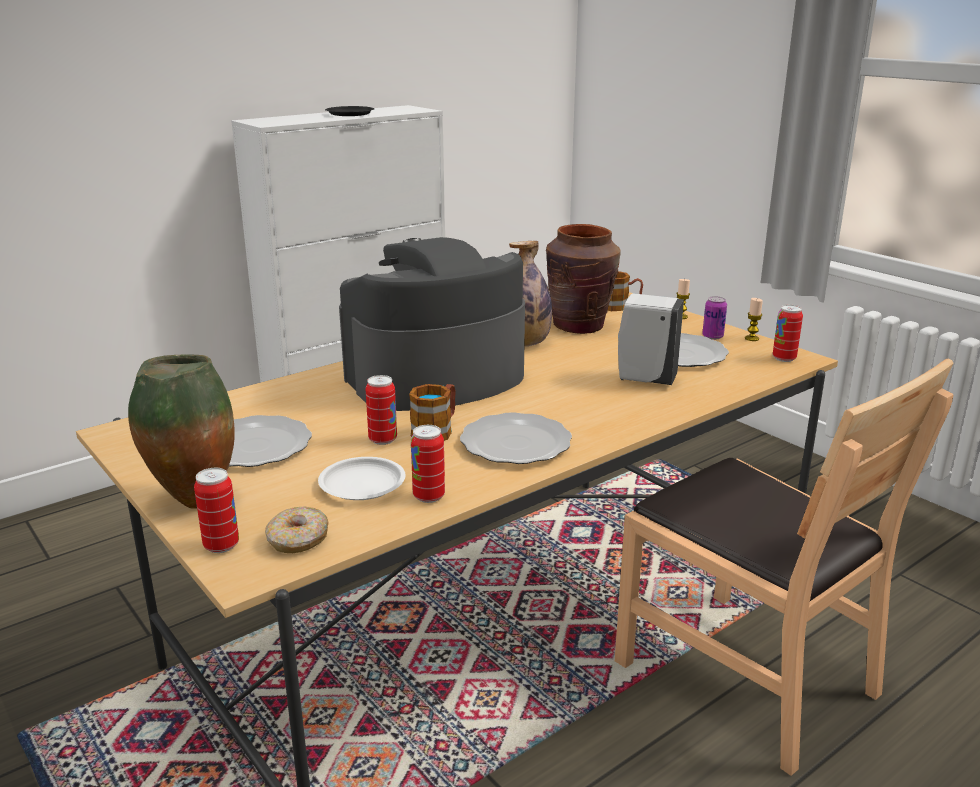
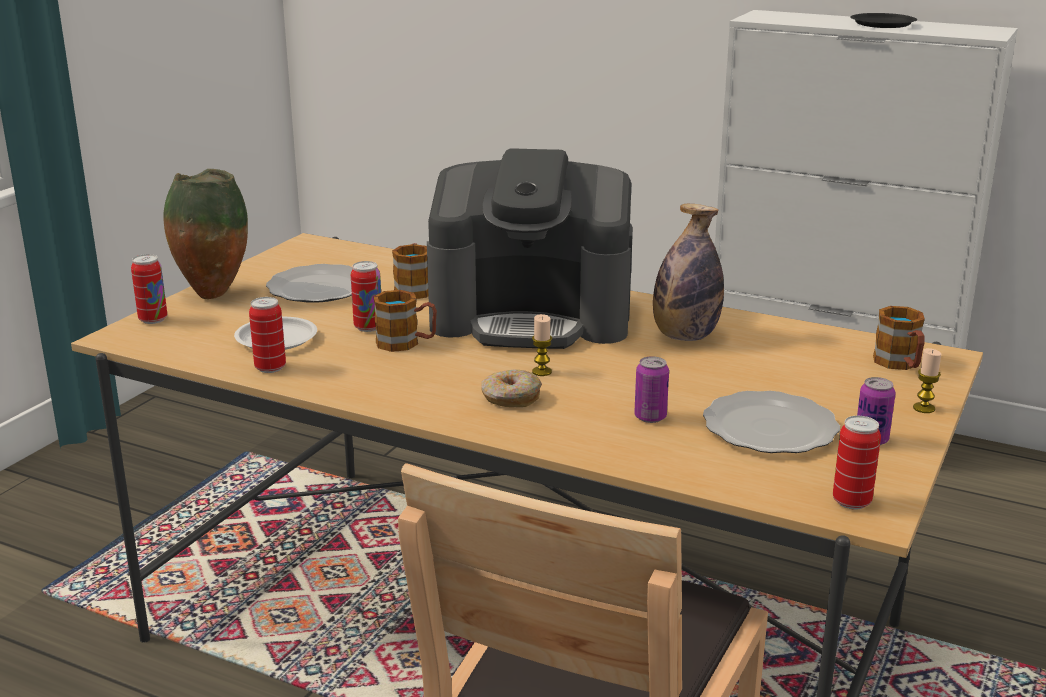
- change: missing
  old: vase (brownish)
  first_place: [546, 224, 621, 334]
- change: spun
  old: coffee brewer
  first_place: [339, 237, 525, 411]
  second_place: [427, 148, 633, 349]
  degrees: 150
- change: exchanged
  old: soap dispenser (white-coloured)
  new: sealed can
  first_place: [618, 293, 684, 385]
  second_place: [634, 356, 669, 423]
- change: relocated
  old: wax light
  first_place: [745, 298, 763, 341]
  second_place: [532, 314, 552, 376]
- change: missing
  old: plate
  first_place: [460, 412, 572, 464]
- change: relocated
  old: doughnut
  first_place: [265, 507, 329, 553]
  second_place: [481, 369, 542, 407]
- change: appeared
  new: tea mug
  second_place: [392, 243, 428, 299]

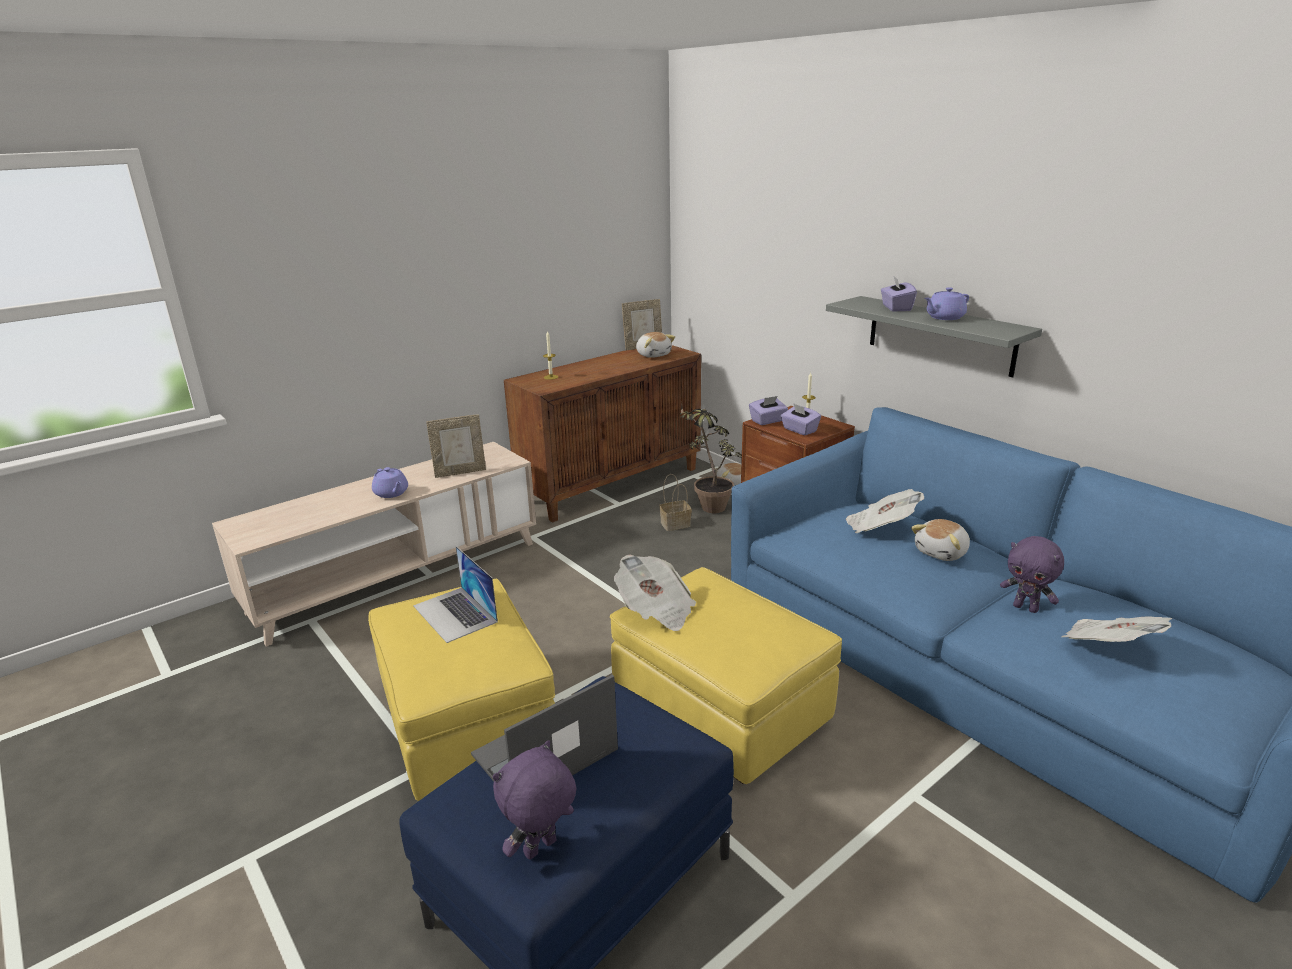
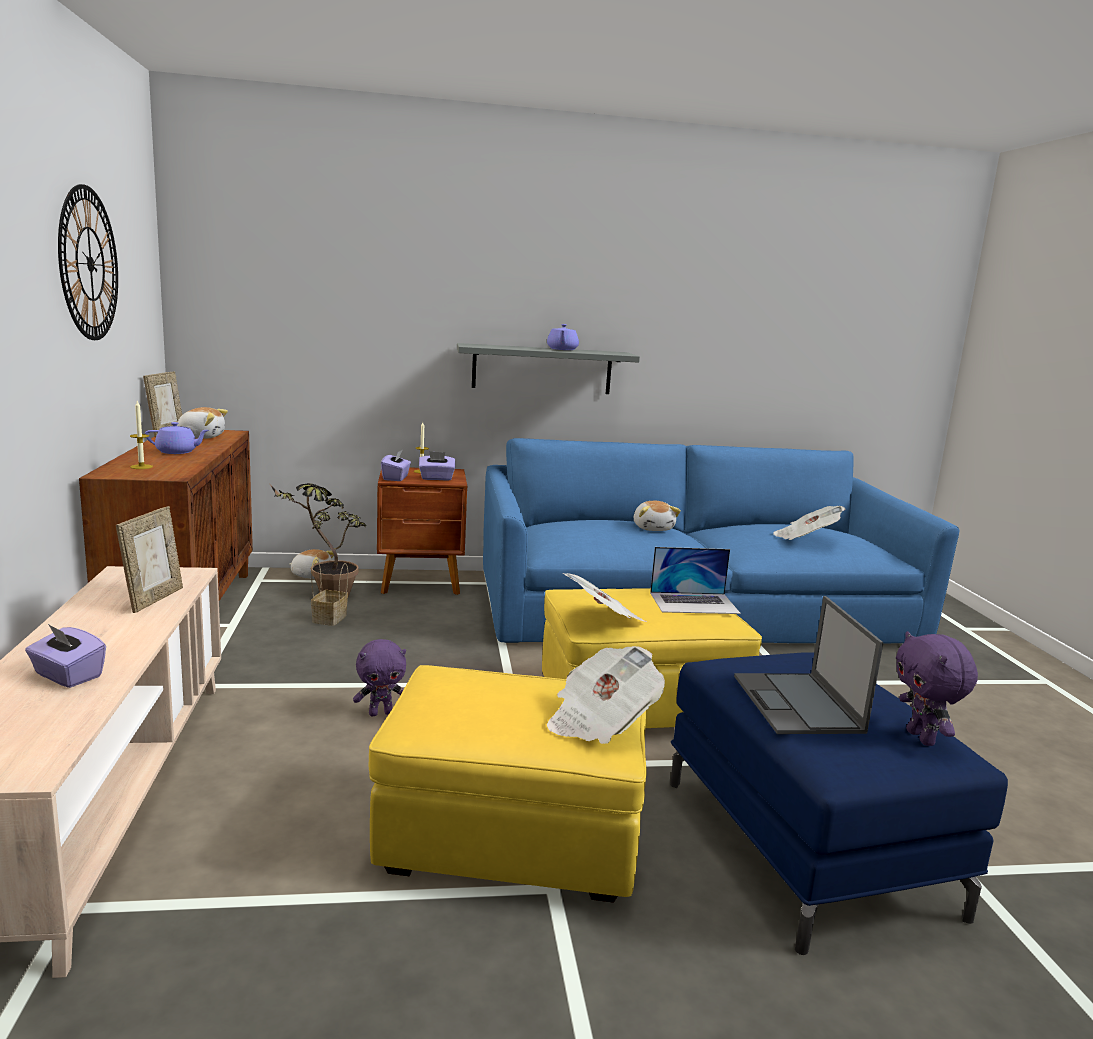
- change: relocated
  old: tissue holder (purple)
  first_place: [881, 277, 917, 311]
  second_place: [25, 624, 106, 688]
- change: relocated
  old: tea pot (purple)
  first_place: [372, 467, 408, 498]
  second_place: [145, 422, 209, 454]
- change: relocated
  old: newspaper
  first_place: [846, 489, 924, 533]
  second_place: [547, 646, 665, 744]
- change: relocated
  old: plush toy (purple)
  first_place: [1000, 536, 1064, 613]
  second_place: [353, 639, 406, 716]
- change: relocated
  old: portable computer
  first_place: [413, 546, 498, 643]
  second_place: [650, 547, 741, 614]
- change: appeared
  new: hanging clock
  second_place: [58, 184, 118, 340]

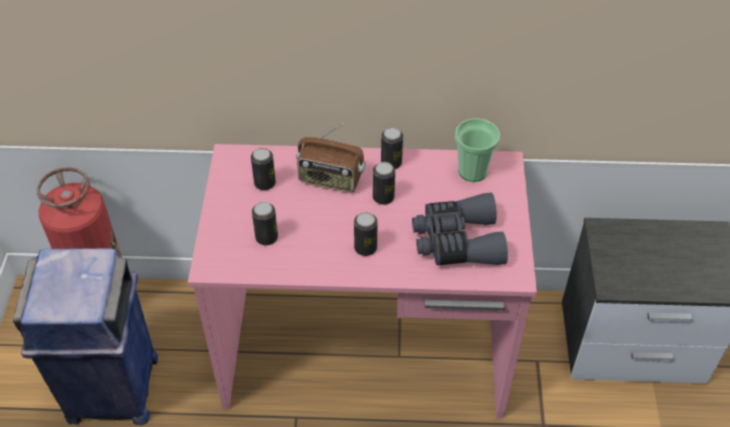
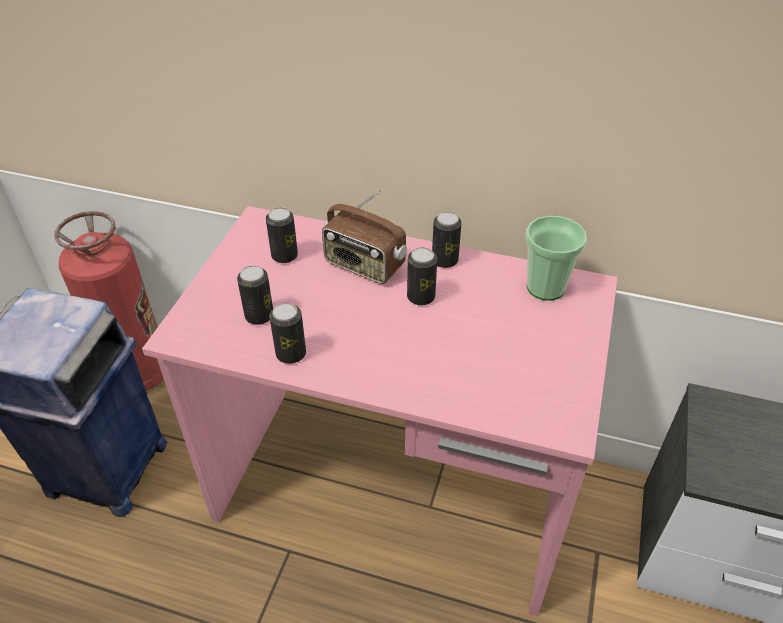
- change: missing
  old: pair of binoculars (grey)
  first_place: [412, 193, 508, 265]
- change: relocated
  old: sealed can
  first_place: [354, 212, 378, 256]
  second_place: [269, 303, 306, 364]

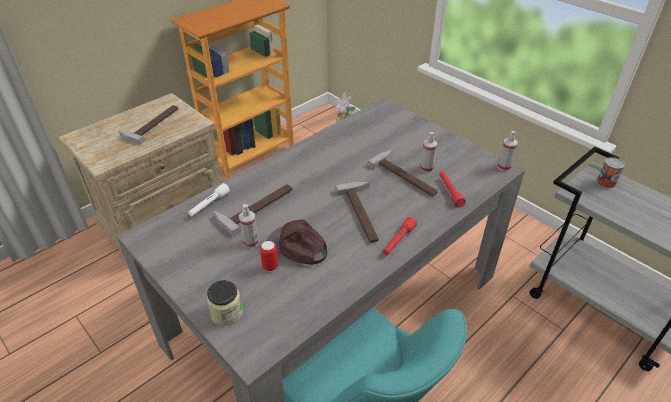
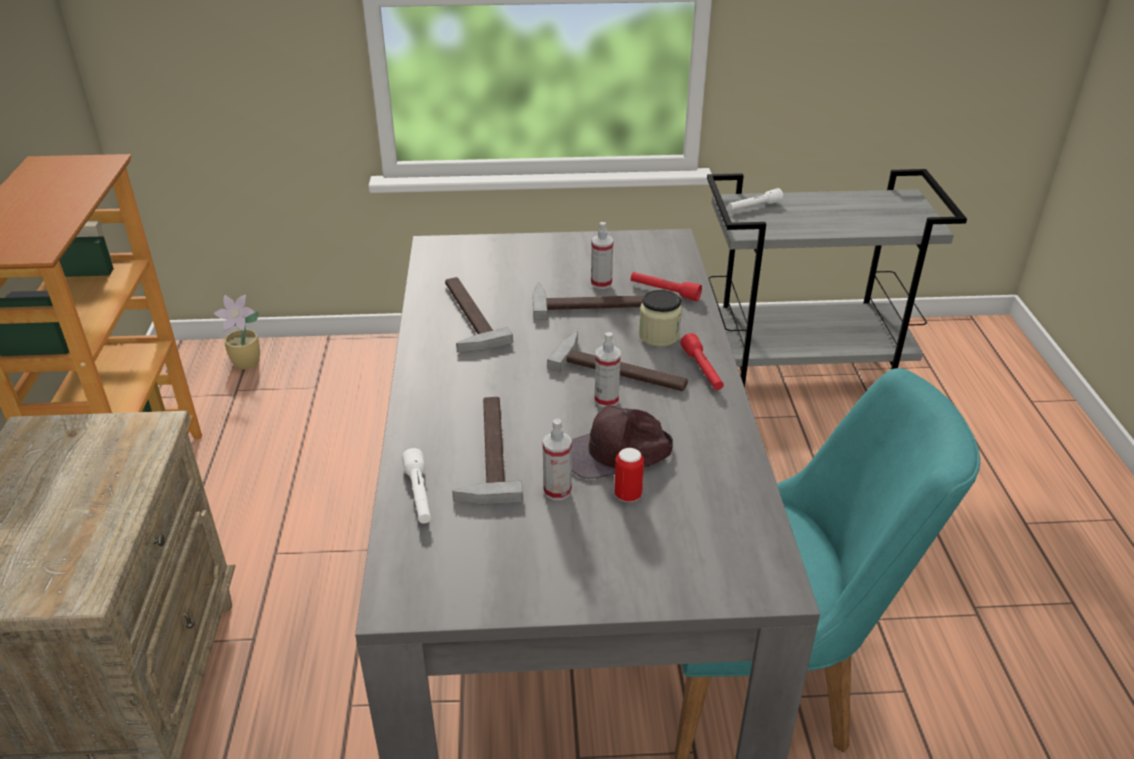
- change: relocated
  old: tool hammer
  first_place: [119, 105, 178, 145]
  second_place: [445, 277, 513, 353]
- change: relocated
  old: hand sprayer
  first_place: [497, 131, 518, 171]
  second_place: [595, 332, 621, 407]
- change: exchanged
  old: sealed can
  new: torch (white-coloured)
  first_place: [597, 157, 625, 188]
  second_place: [728, 188, 783, 211]
- change: relocated
  old: preserve jar
  first_place: [207, 280, 243, 325]
  second_place: [639, 290, 682, 347]

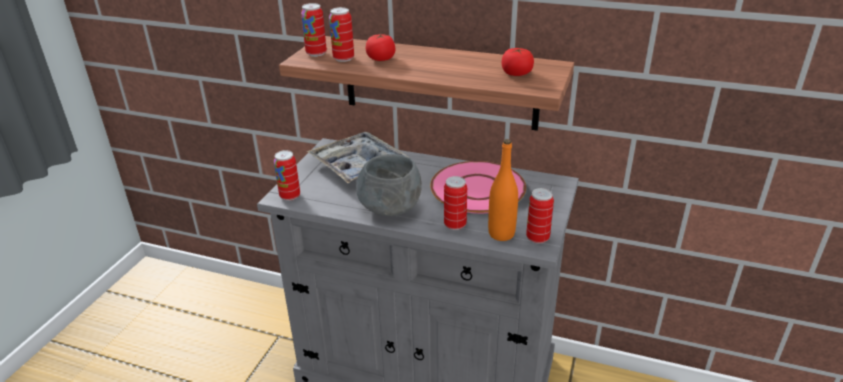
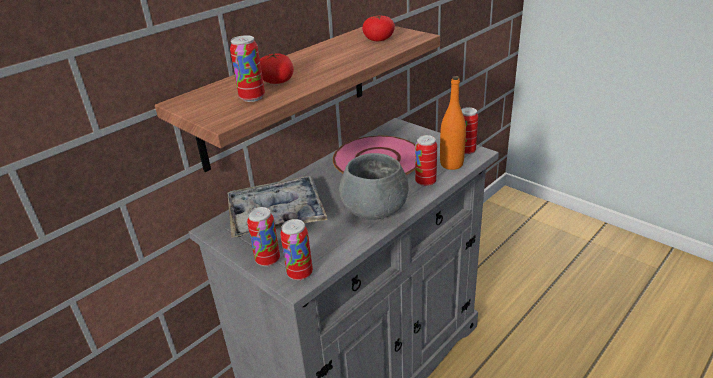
- change: relocated
  old: sealed can
  first_place: [301, 3, 327, 57]
  second_place: [247, 207, 280, 267]

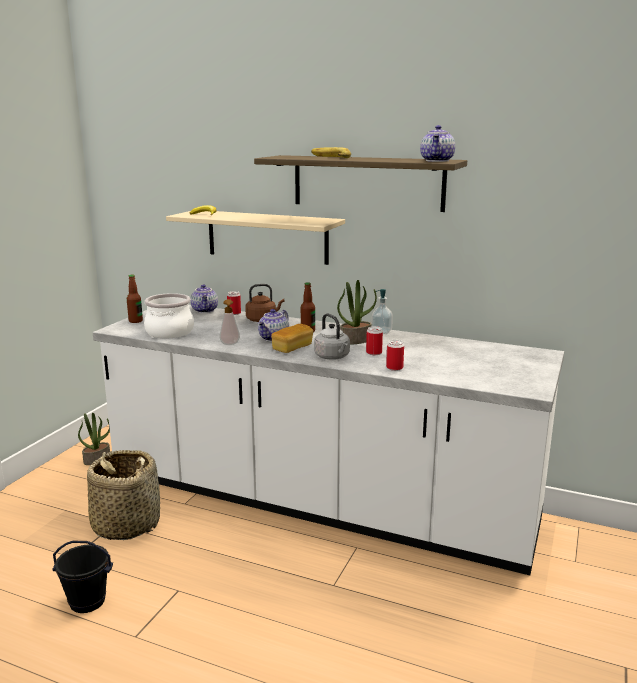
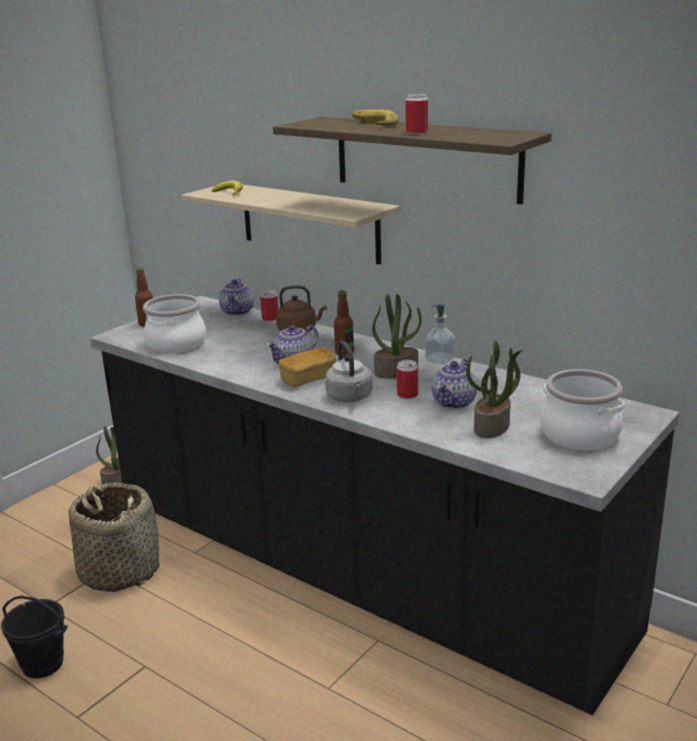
- change: relocated
  old: tea pot
  first_place: [420, 125, 455, 162]
  second_place: [432, 359, 477, 409]
- change: missing
  old: soap dispenser
  first_place: [219, 299, 240, 345]
- change: colour
  old: kitchen base unit (white-coloured)
  new: kitchen base unit (black-coloured)
  first_place: [93, 305, 564, 575]
  second_place: [90, 296, 679, 715]
- change: relocated
  old: sealed can
  first_place: [386, 340, 404, 371]
  second_place: [405, 94, 428, 134]
- change: appeared
  new: houseplant
  second_place: [466, 340, 522, 438]
- change: appeared
  new: cooking pot
  second_place: [540, 369, 625, 450]

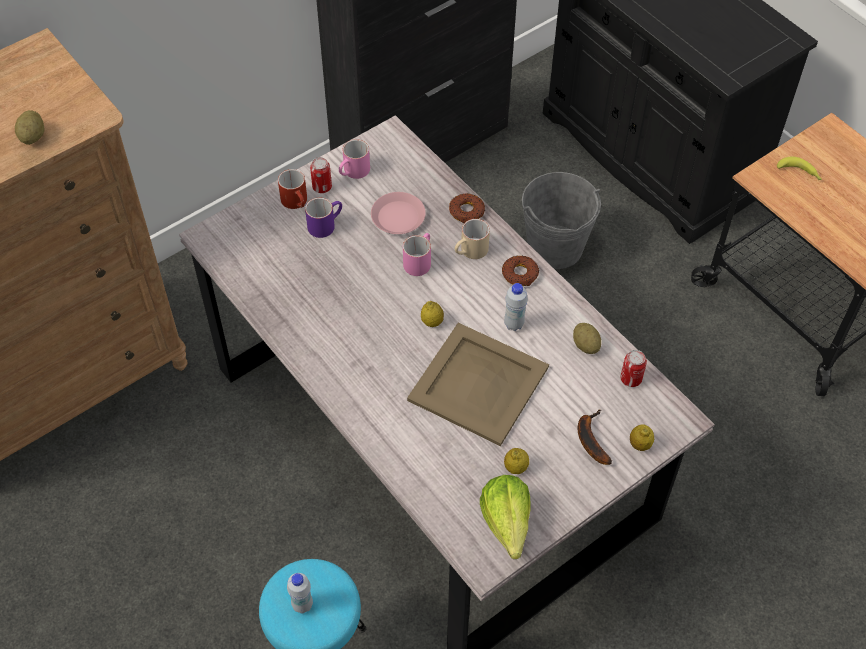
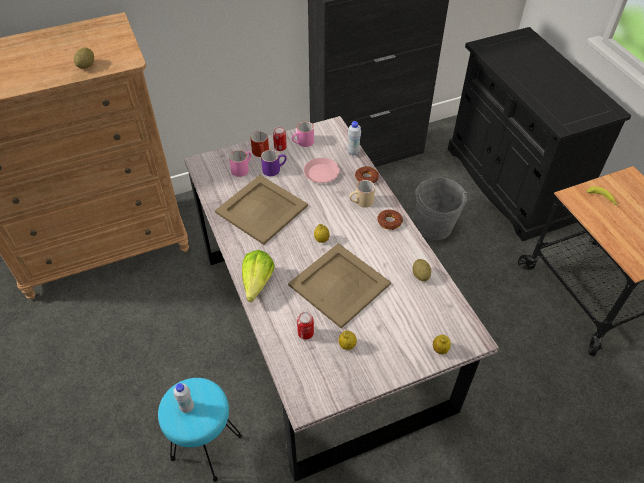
- change: relocated
  old: tea mug (pink)
  first_place: [403, 233, 431, 276]
  second_place: [229, 150, 251, 177]
- change: relocated
  old: beverage bottle (white-coloured)
  first_place: [504, 283, 528, 331]
  second_place: [348, 121, 361, 156]
- change: relocated
  old: sealed can
  first_place: [620, 350, 647, 387]
  second_place: [297, 312, 314, 340]
- change: missing
  old: banana fruit
  first_place: [578, 409, 612, 465]
- change: relocated
  old: lettuce
  first_place: [480, 475, 530, 559]
  second_place: [242, 250, 275, 302]
- change: appeared
  new: carrying tray (beige)
  second_place: [215, 175, 308, 245]

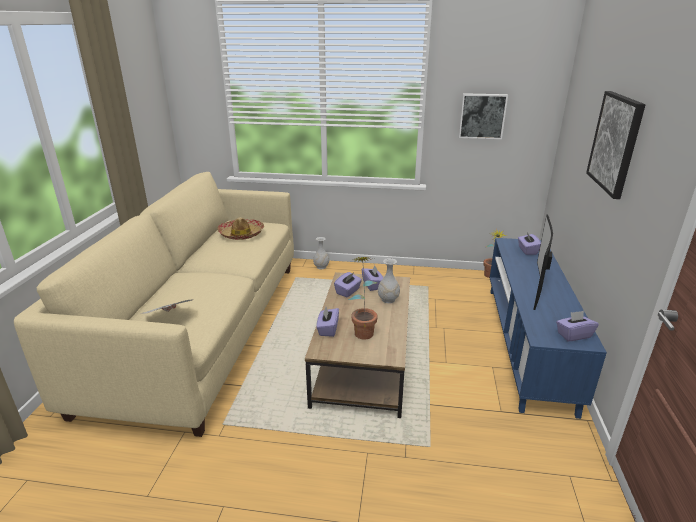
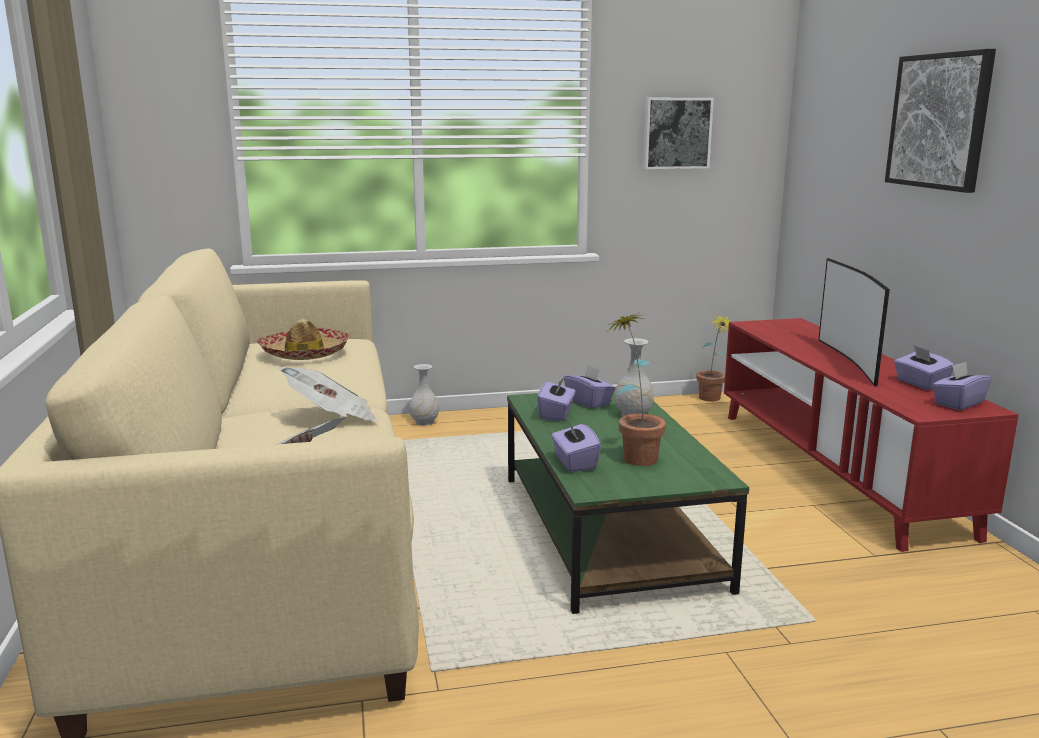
- change: relocated
  old: tissue holder (purple)
  first_place: [518, 233, 541, 255]
  second_place: [894, 345, 954, 390]
- change: colour
  old: media console (blue)
  new: media console (reddish)
  first_place: [490, 238, 607, 419]
  second_place: [724, 318, 1019, 552]
- change: colour
  old: coffee table (brownish)
  new: coffee table (greenish)
  first_place: [305, 272, 410, 418]
  second_place: [507, 388, 749, 614]
- change: appeared
  new: newspaper
  second_place: [279, 367, 378, 422]

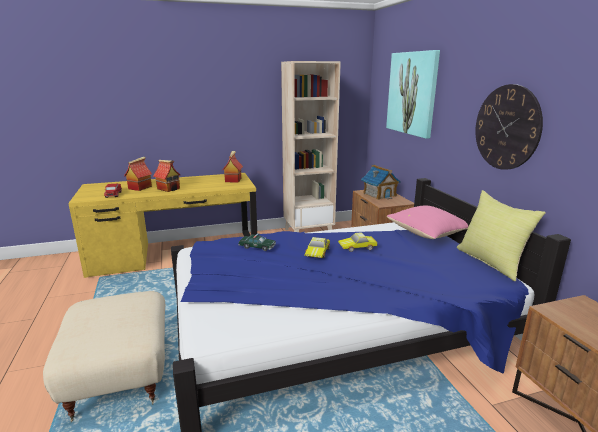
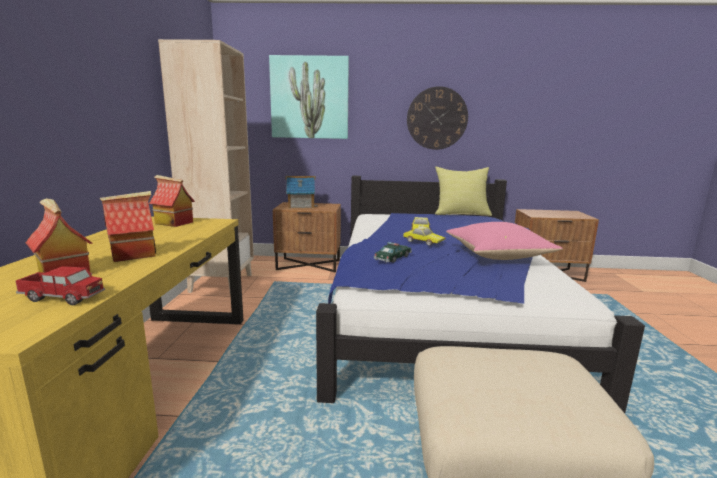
- change: relocated
  old: cushion (pink)
  first_place: [387, 205, 468, 239]
  second_place: [446, 222, 563, 260]

